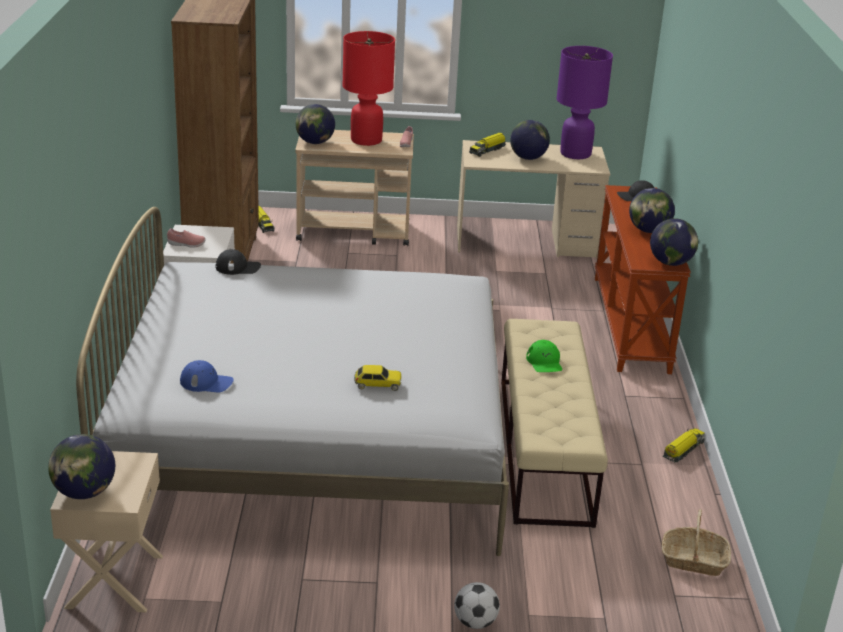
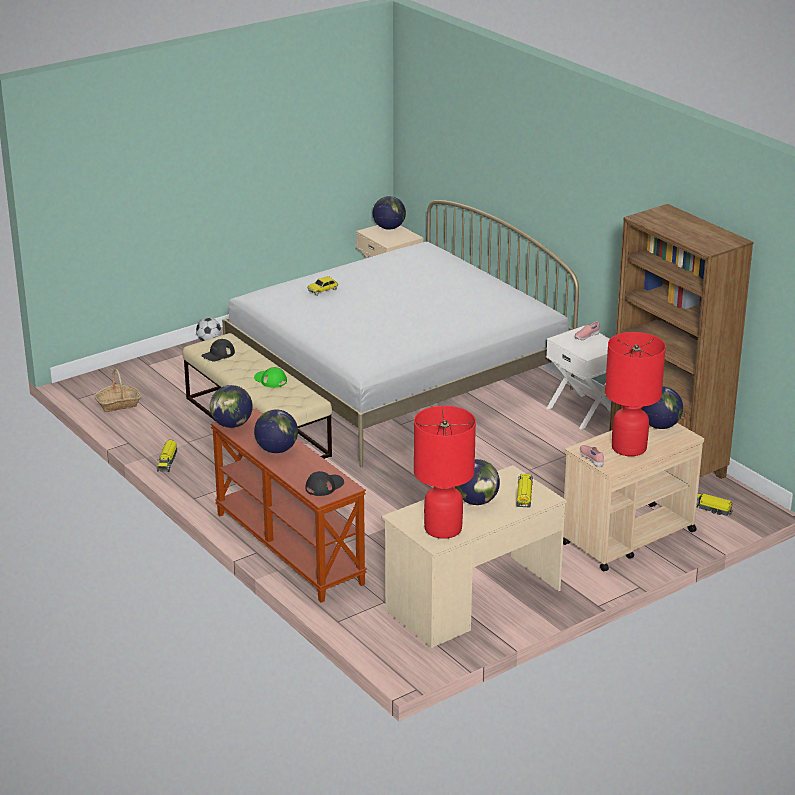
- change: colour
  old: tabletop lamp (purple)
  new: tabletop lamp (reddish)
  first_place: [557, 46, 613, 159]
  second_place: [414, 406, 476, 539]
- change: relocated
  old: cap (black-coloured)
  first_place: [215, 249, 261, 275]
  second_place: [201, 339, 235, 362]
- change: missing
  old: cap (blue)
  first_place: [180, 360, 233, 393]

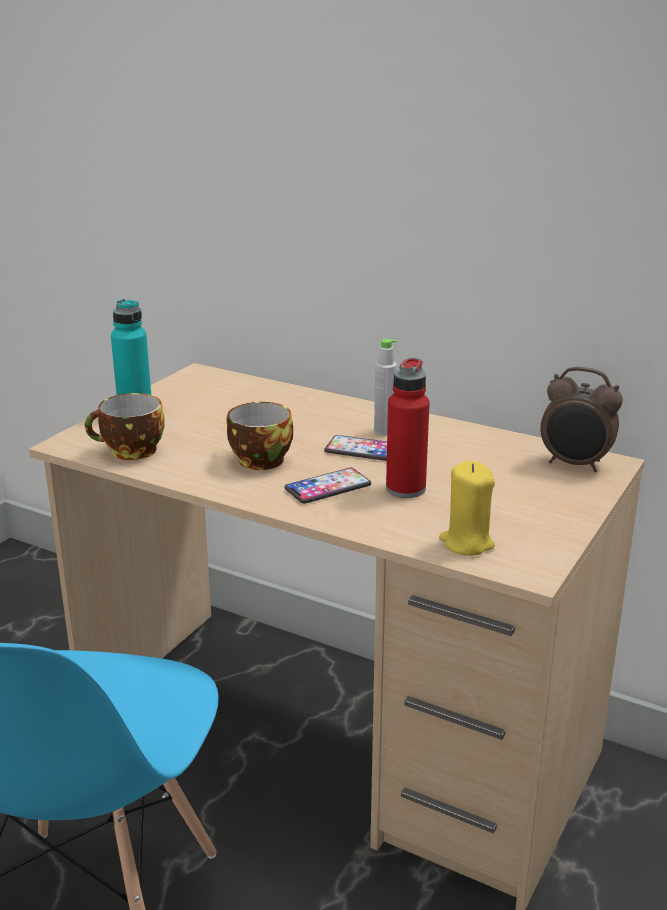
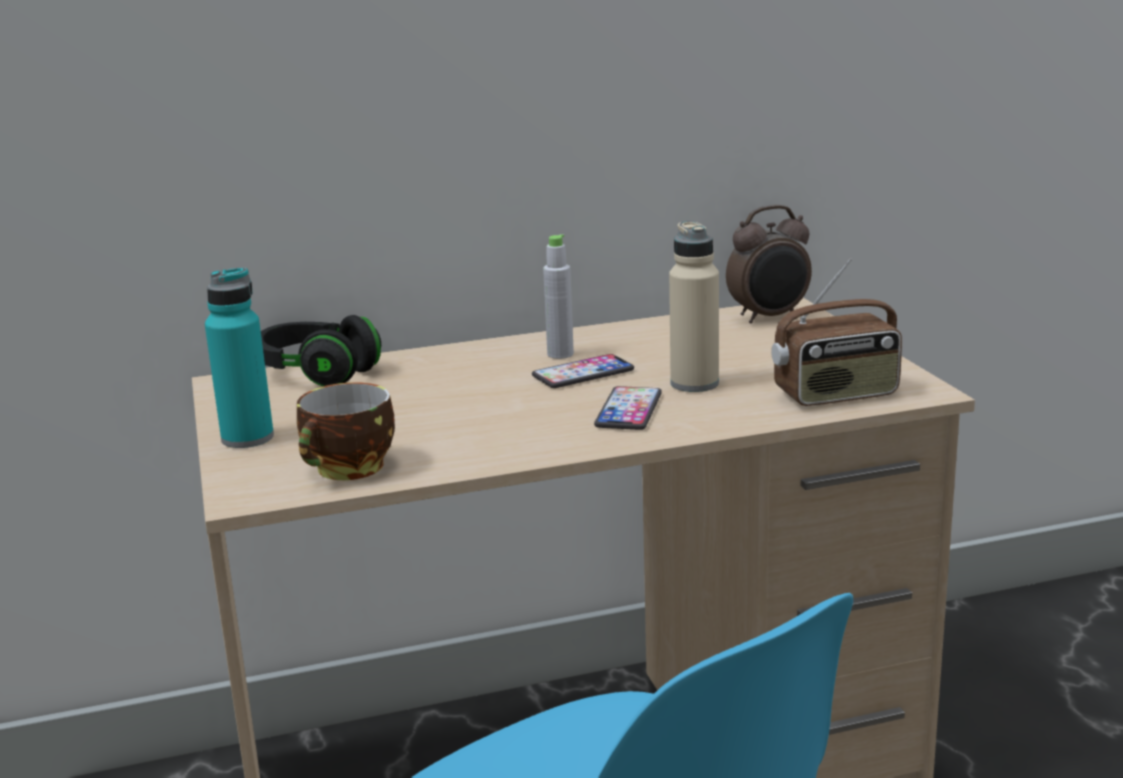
- change: colour
  old: beverage bottle (reddish)
  new: beverage bottle (beige)
  first_place: [386, 358, 430, 498]
  second_place: [669, 221, 719, 392]
- change: missing
  old: drinking cup
  first_place: [227, 402, 293, 470]
- change: exchanged
  old: wax light (yellow-coloured)
  new: radio set
  first_place: [439, 461, 495, 555]
  second_place: [771, 258, 902, 406]
- change: appeared
  new: headset (black-coloured)
  second_place: [261, 315, 381, 386]

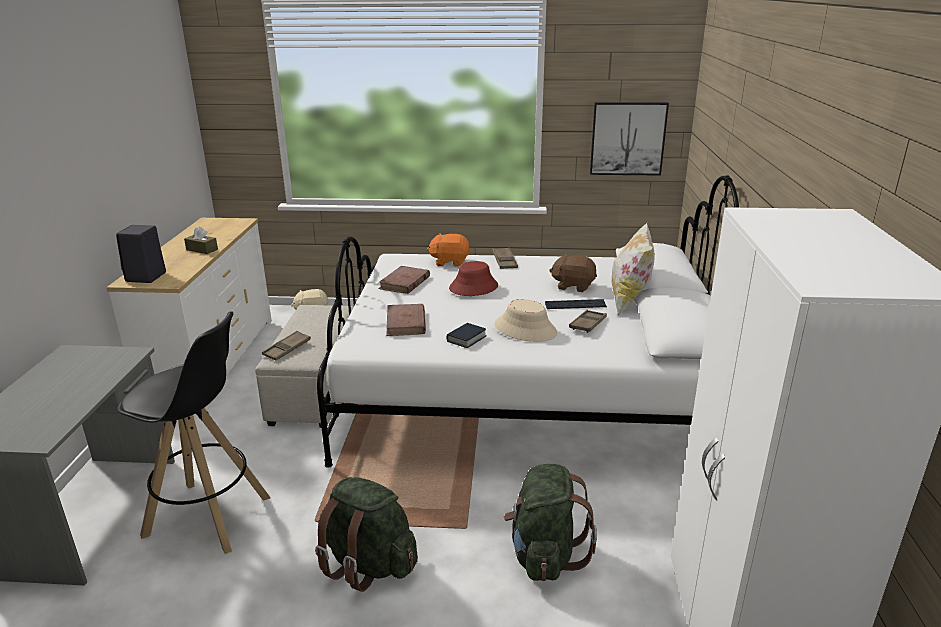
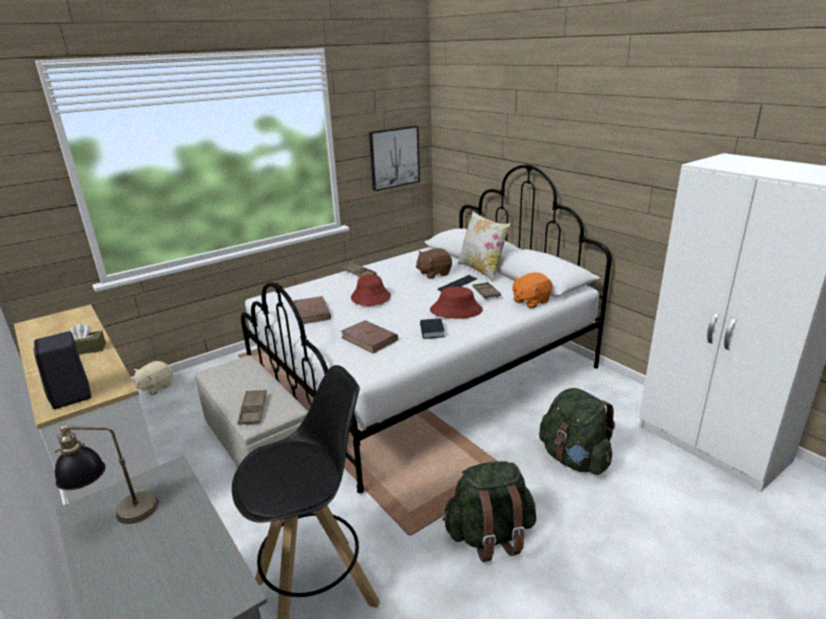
- change: relocated
  old: plush toy (orangey)
  first_place: [426, 233, 470, 267]
  second_place: [512, 272, 553, 308]
- change: colour
  old: clothing hat (beige)
  new: clothing hat (reddish)
  first_place: [494, 299, 557, 342]
  second_place: [430, 286, 483, 319]
- change: appeared
  new: tabletop lamp
  second_place: [55, 425, 159, 524]

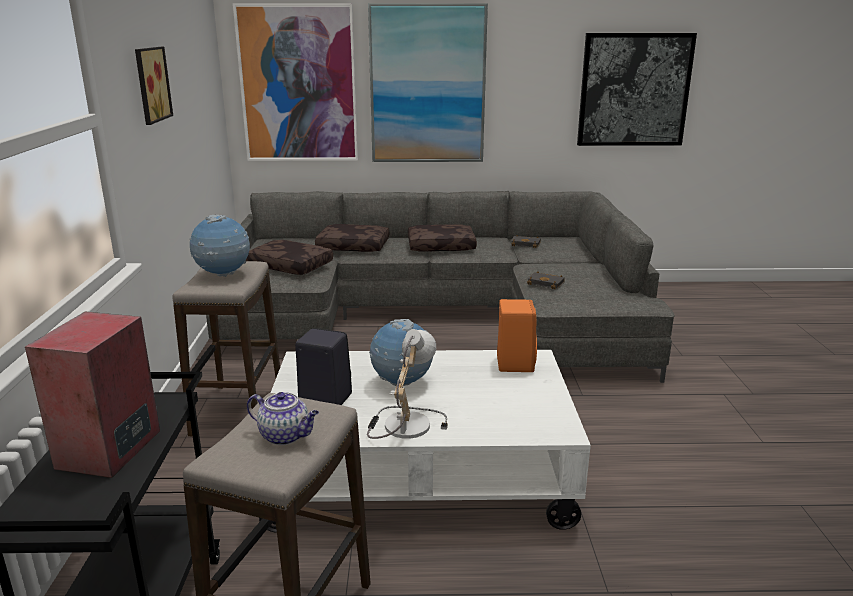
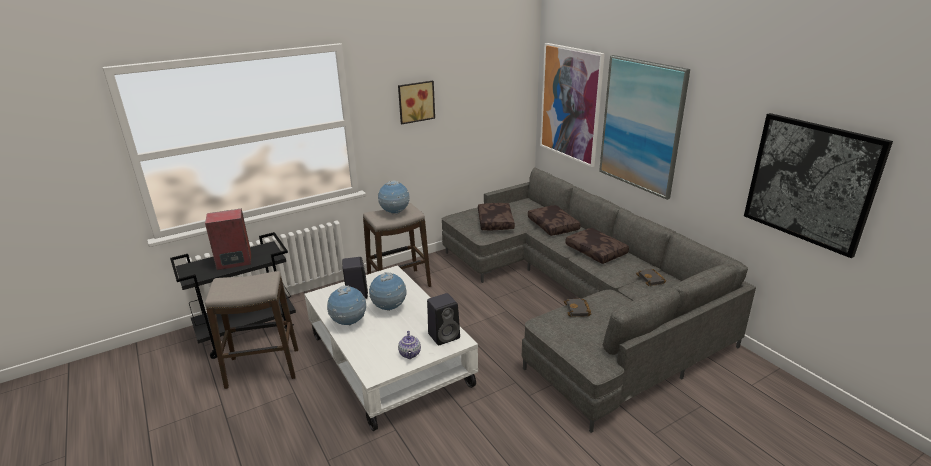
- change: colour
  old: loudspeaker (orangey)
  new: loudspeaker (black-coloured)
  first_place: [497, 299, 537, 372]
  second_place: [427, 293, 460, 345]
- change: exchanged
  old: tabletop lamp
  new: globe
  first_place: [367, 329, 448, 439]
  second_place: [327, 286, 366, 326]
- change: relocated
  old: tea pot
  first_place: [247, 392, 319, 445]
  second_place: [398, 331, 421, 359]

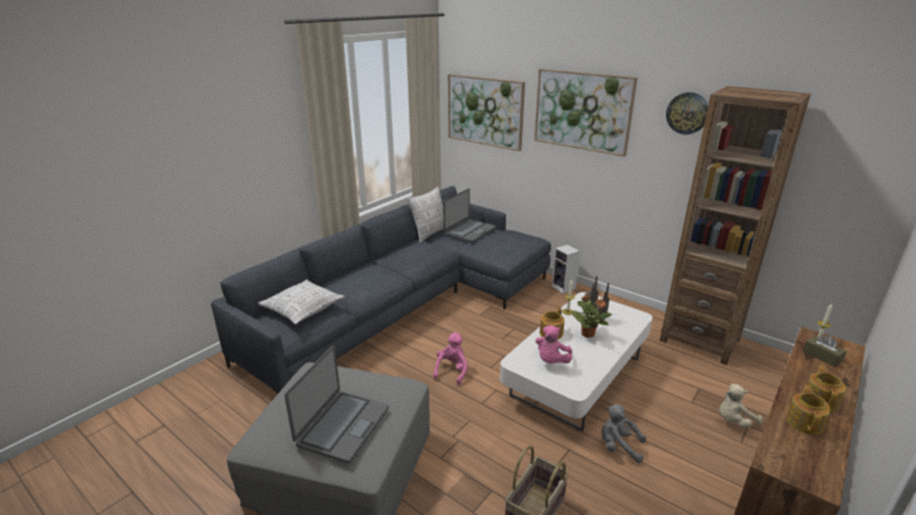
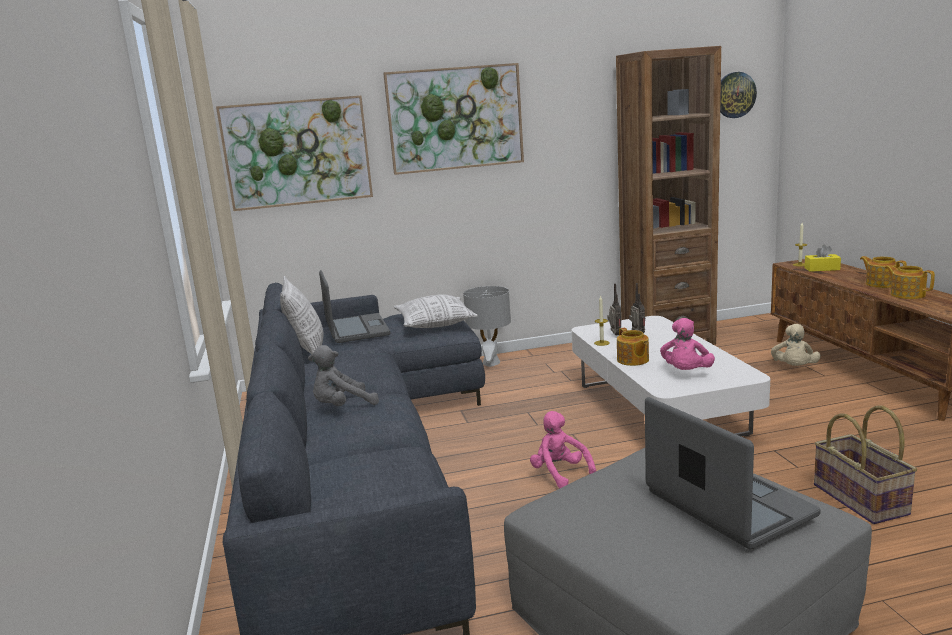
- change: relocated
  old: hanging clock
  first_place: [666, 92, 708, 135]
  second_place: [720, 72, 757, 118]
- change: exchanged
  old: loudspeaker
  new: tabletop lamp (grey)
  first_place: [552, 244, 580, 294]
  second_place: [463, 286, 511, 367]
- change: relocated
  old: cushion
  first_place: [258, 279, 345, 325]
  second_place: [394, 295, 478, 328]
- change: missing
  old: houseplant
  first_place: [571, 295, 612, 338]
- change: spun
  old: plush toy (pink)
  first_place: [535, 325, 572, 364]
  second_place: [660, 318, 715, 370]
  degrees: 45
- change: colour
  old: tissue holder (brownish)
  new: tissue holder (yellow-coloured)
  first_place: [803, 335, 847, 367]
  second_place: [805, 245, 841, 272]
- change: relocated
  old: plush toy (grey)
  first_place: [601, 404, 646, 463]
  second_place: [308, 345, 379, 406]

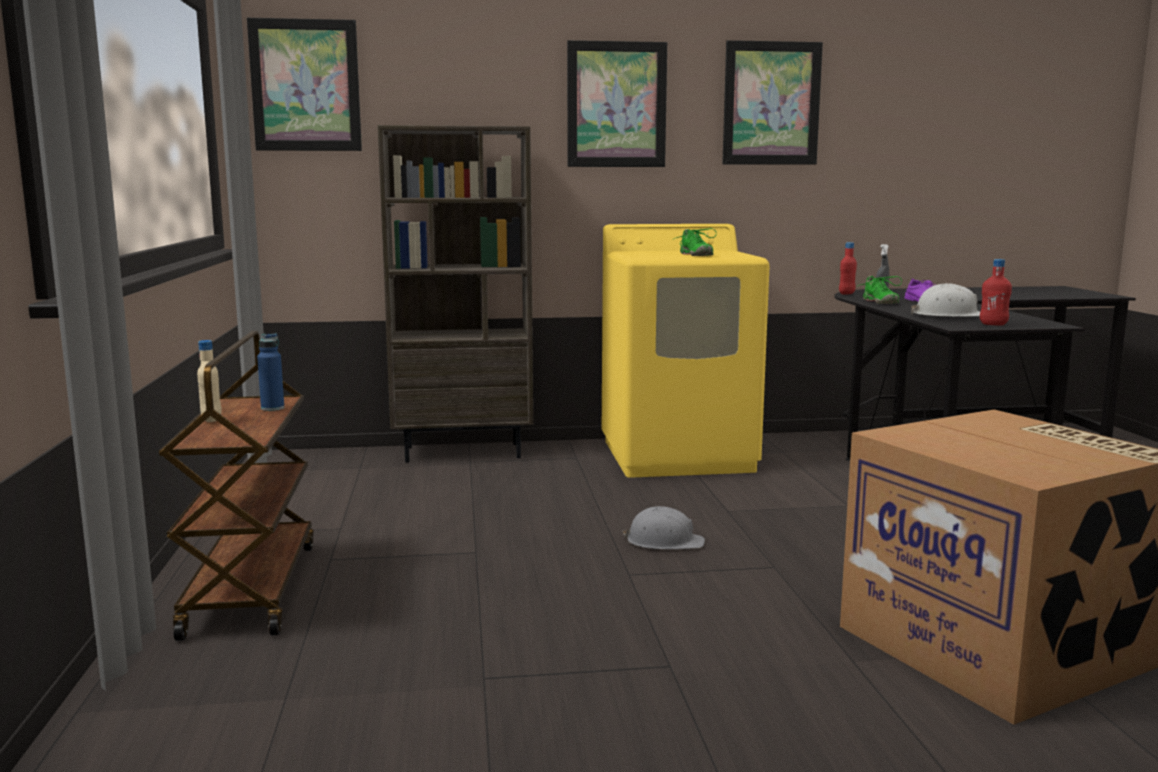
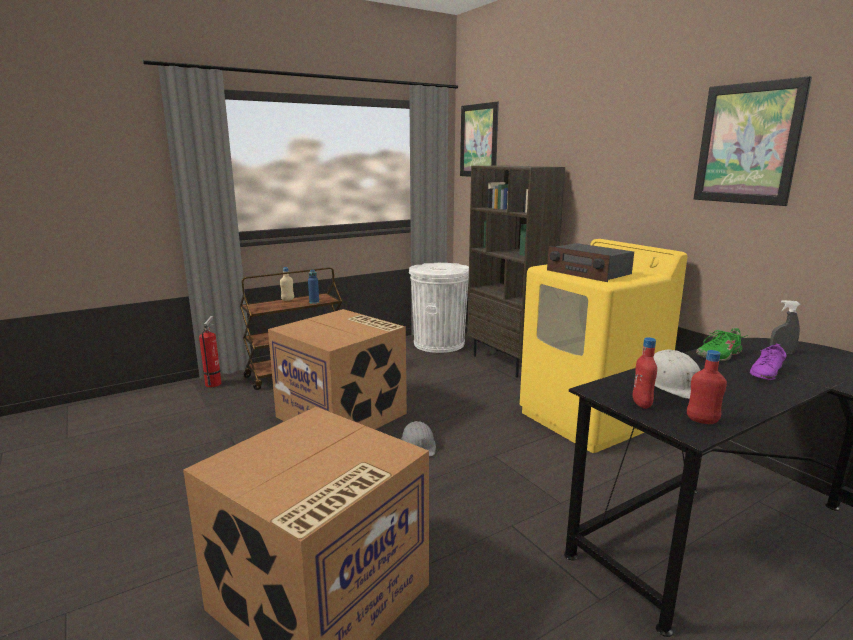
- change: missing
  old: wall picture
  first_place: [567, 40, 667, 167]
- change: exchanged
  old: item of footwear (greenish)
  new: radio set
  first_place: [672, 228, 717, 256]
  second_place: [547, 243, 634, 282]
- change: relocated
  old: beverage bottle (reddish)
  first_place: [839, 242, 857, 295]
  second_place: [687, 350, 727, 424]
- change: appeared
  new: waste bin (white-coloured)
  second_place: [409, 263, 469, 353]
- change: appeared
  new: cardboard box
  second_place: [268, 309, 407, 429]
- change: appeared
  new: fire extinguisher
  second_place: [199, 316, 221, 387]

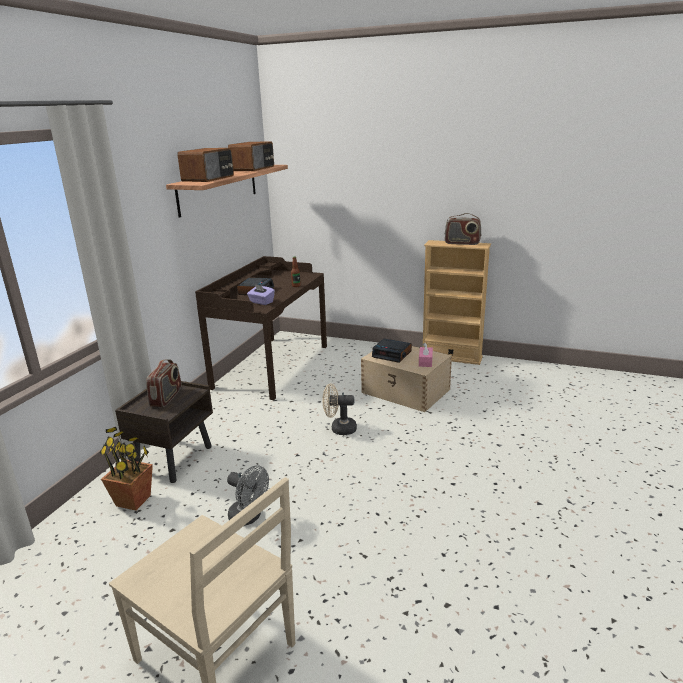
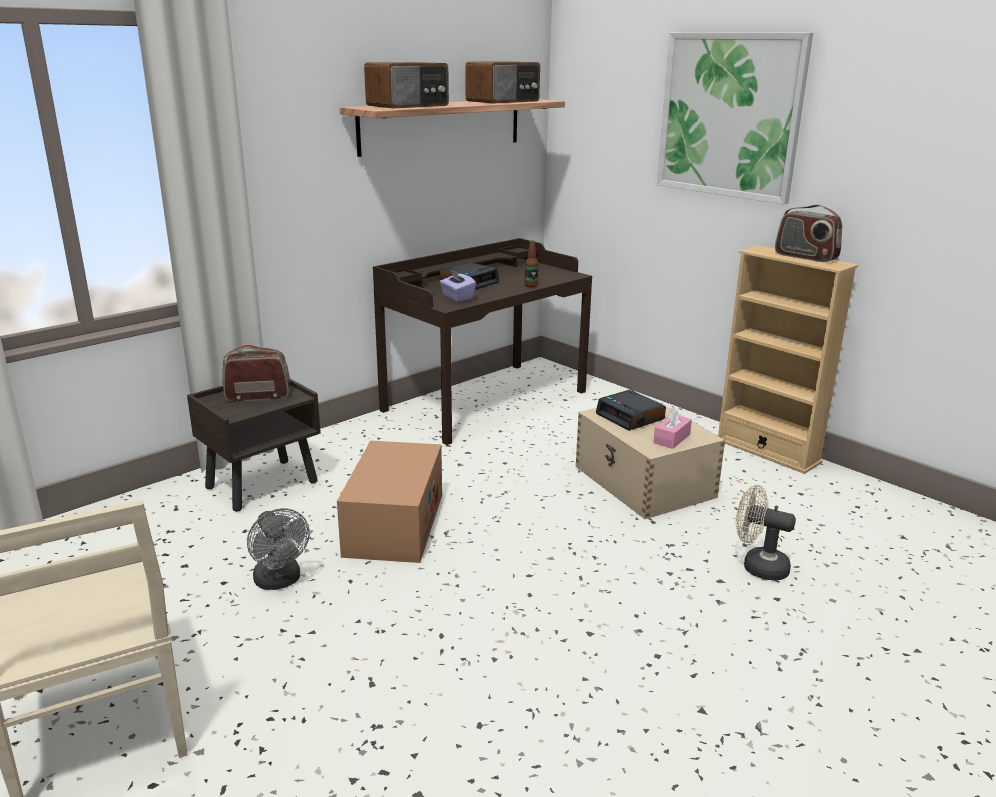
- change: spun
  old: radio set
  first_place: [146, 359, 181, 407]
  second_place: [222, 344, 290, 402]
  degrees: -135
- change: relocated
  old: fan (beige)
  first_place: [322, 384, 357, 435]
  second_place: [736, 485, 796, 581]
- change: missing
  old: houseplant
  first_place: [99, 427, 153, 511]
- change: appeared
  new: wall picture
  second_place: [657, 32, 813, 204]
- change: appeared
  new: cardboard box
  second_place: [337, 441, 442, 563]

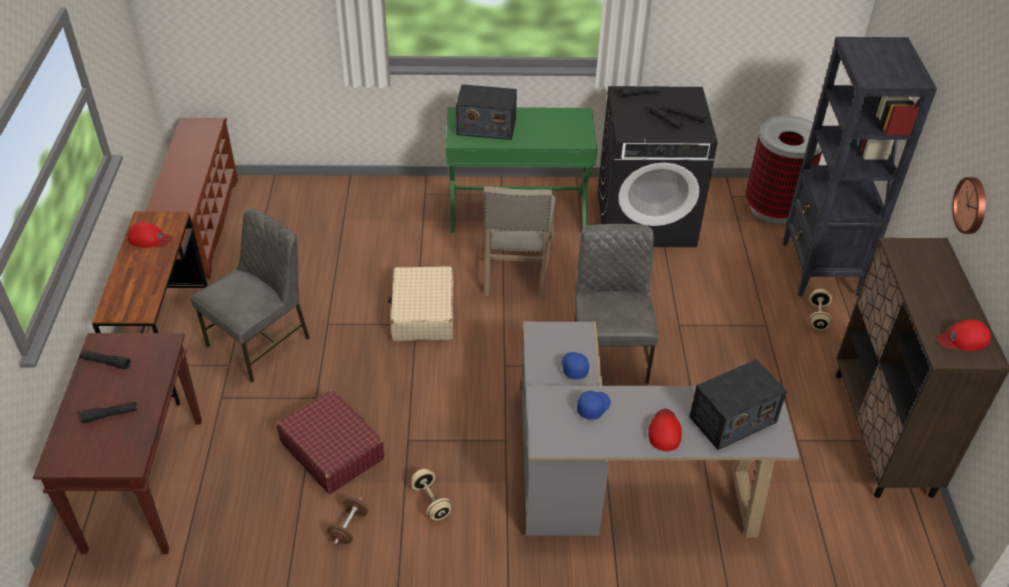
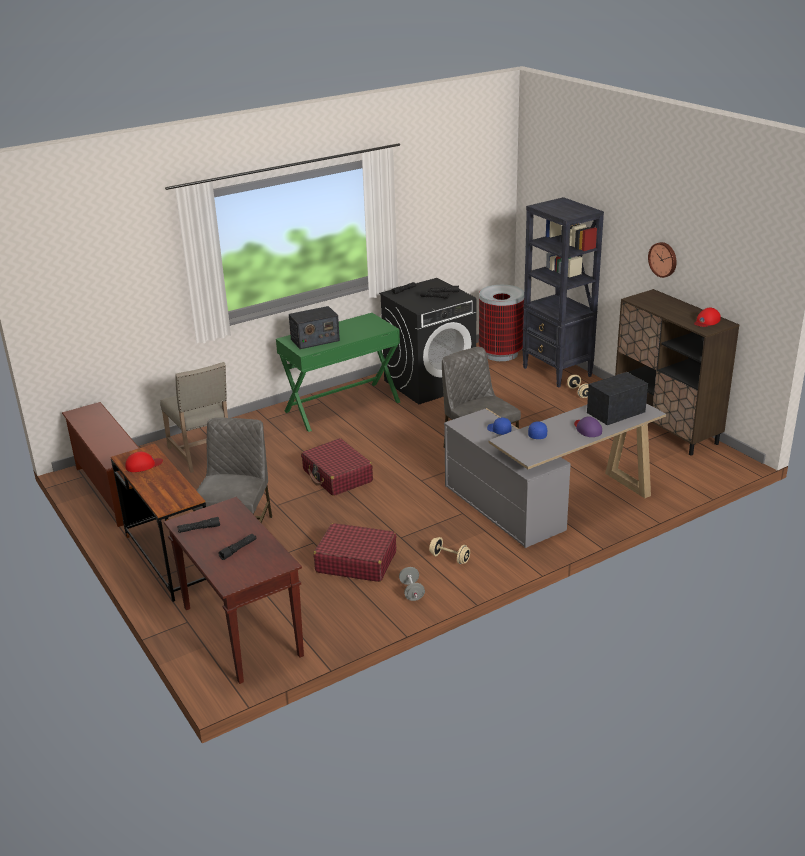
- change: relocated
  old: chair (beige)
  first_place: [484, 186, 556, 299]
  second_place: [160, 362, 228, 473]
- change: colour
  old: travel case (beige)
  new: travel case (reddish)
  first_place: [388, 266, 454, 341]
  second_place: [301, 438, 373, 496]
- change: spun
  old: radio set
  first_place: [689, 359, 787, 450]
  second_place: [587, 372, 648, 425]
  degrees: -150
- change: colour
  old: cap (reddish)
  new: cap (purple)
  first_place: [648, 409, 682, 451]
  second_place: [574, 416, 602, 437]
- change: colour
  old: dumbbell (brownish)
  new: dumbbell (grey)
  first_place: [327, 497, 368, 544]
  second_place: [399, 567, 425, 601]

